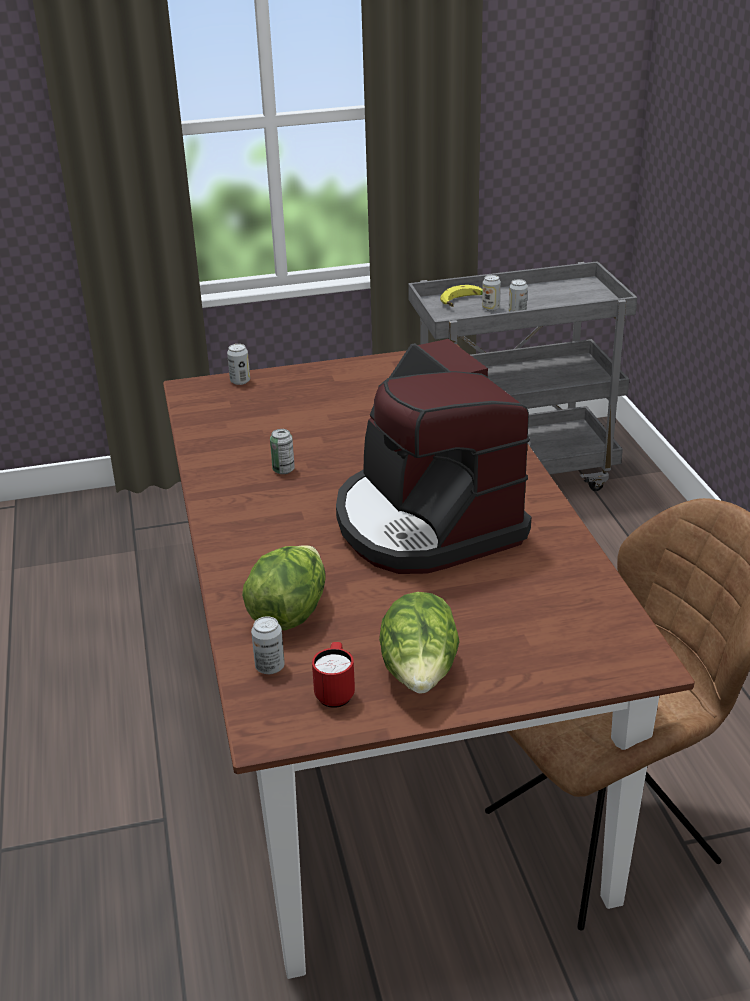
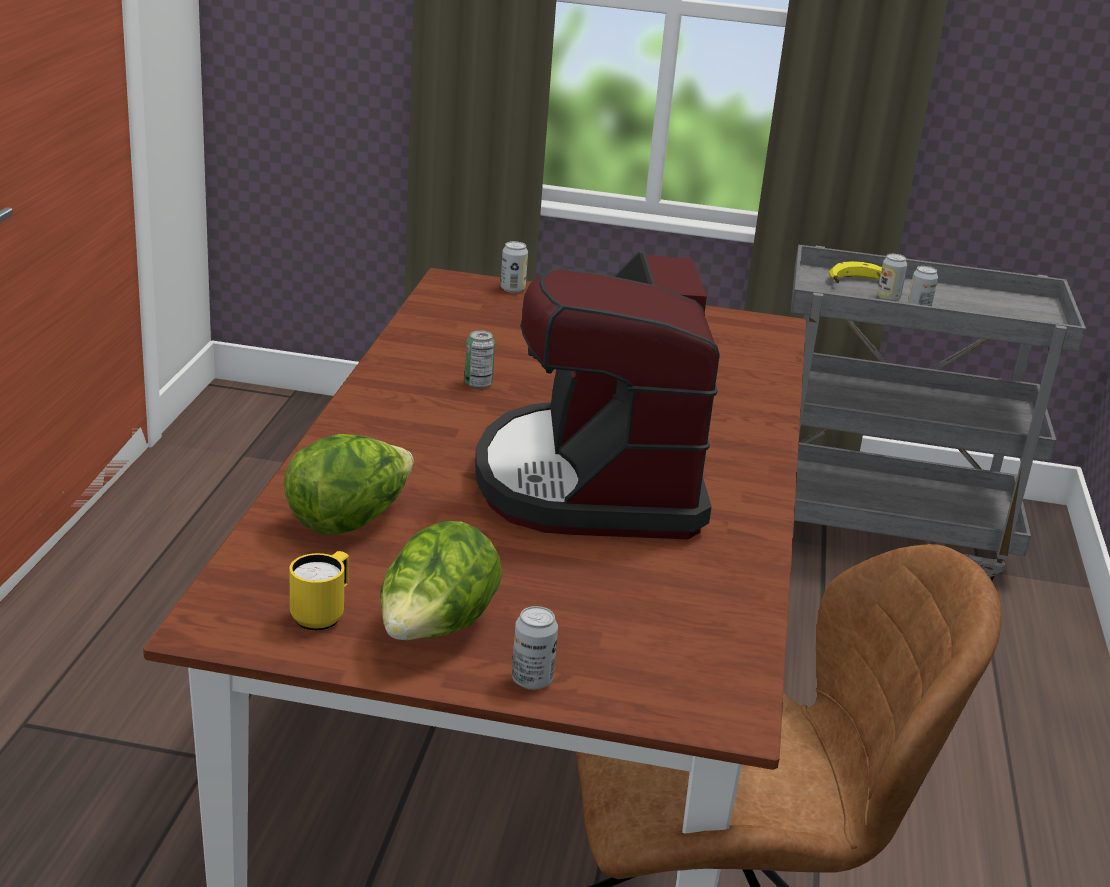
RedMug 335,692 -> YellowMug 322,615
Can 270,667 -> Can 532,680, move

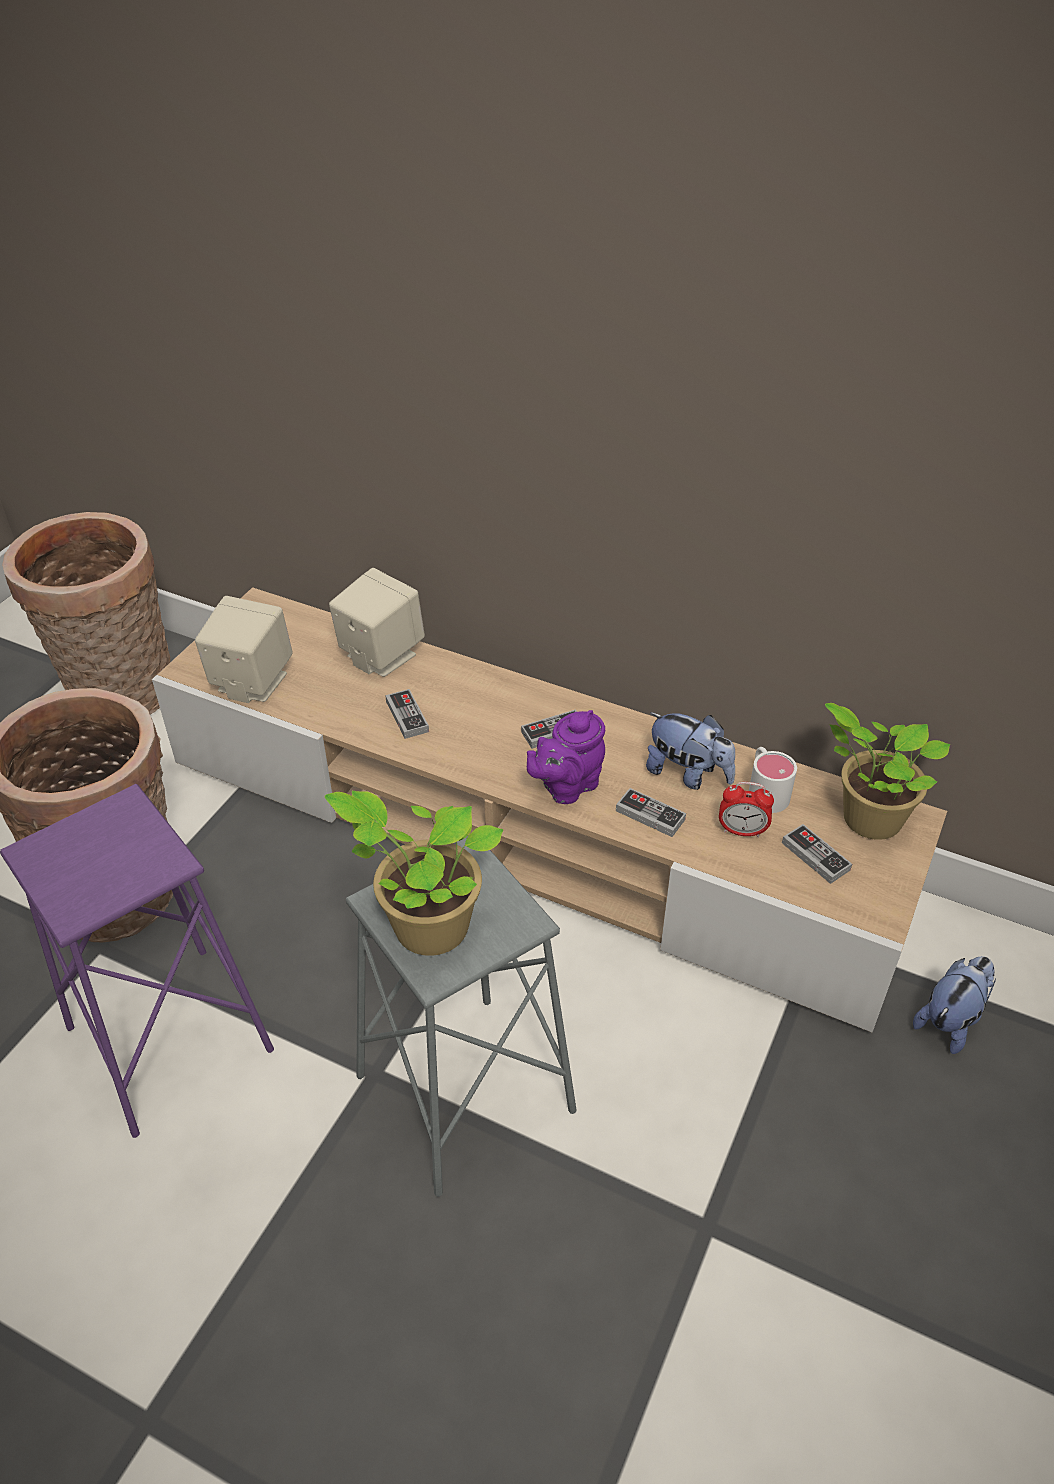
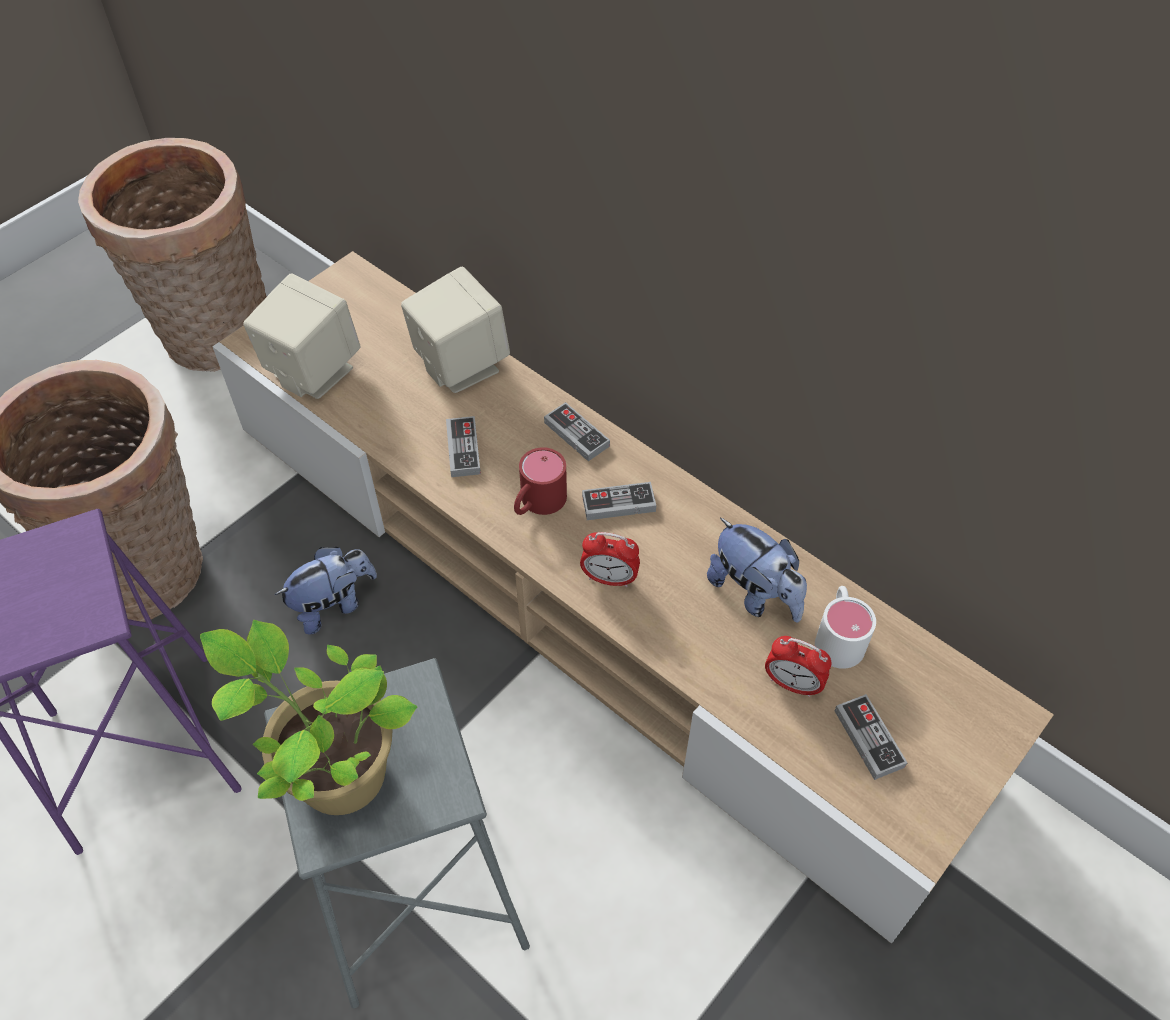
PlushToy 950,1020 -> PlushToy 333,604, move
none -> RedMug 537,503
GameController 650,815 -> GameController 576,434, move
PurpleTeapot 566,786 -> AlarmClock 609,578
PottedPlant 867,818 -> none

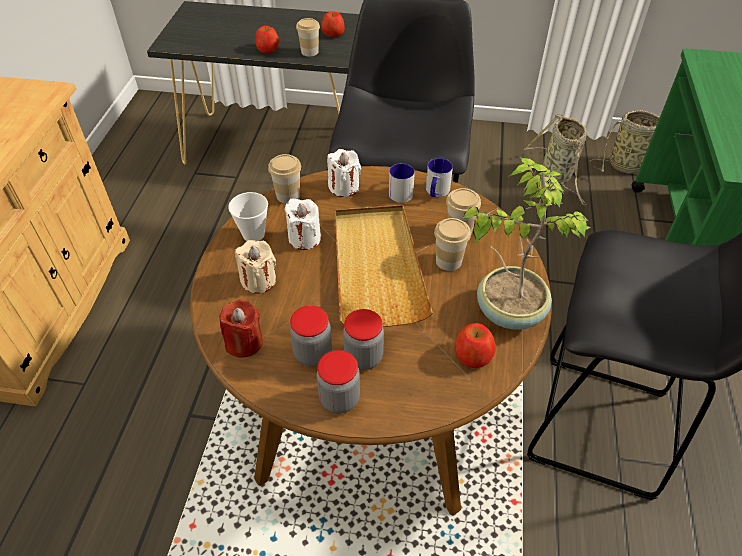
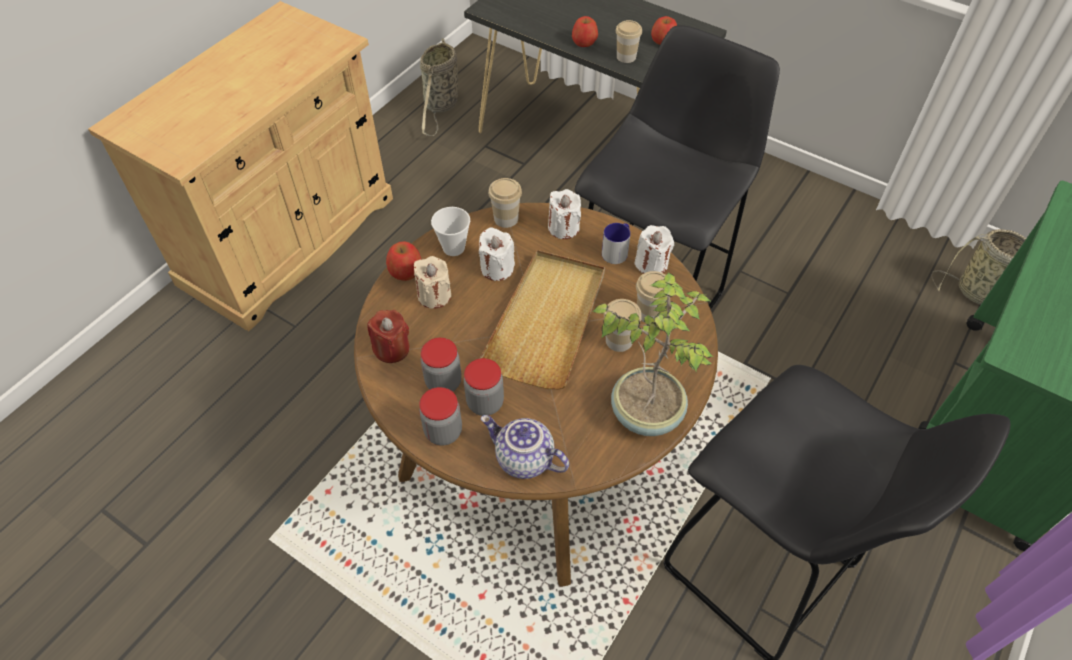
Apple 473,355 -> Apple 406,270, move
Basket 557,177 -> Basket 441,106, move
none -> Teapot 523,460
Mug 436,192 -> WhiteCandle 651,264

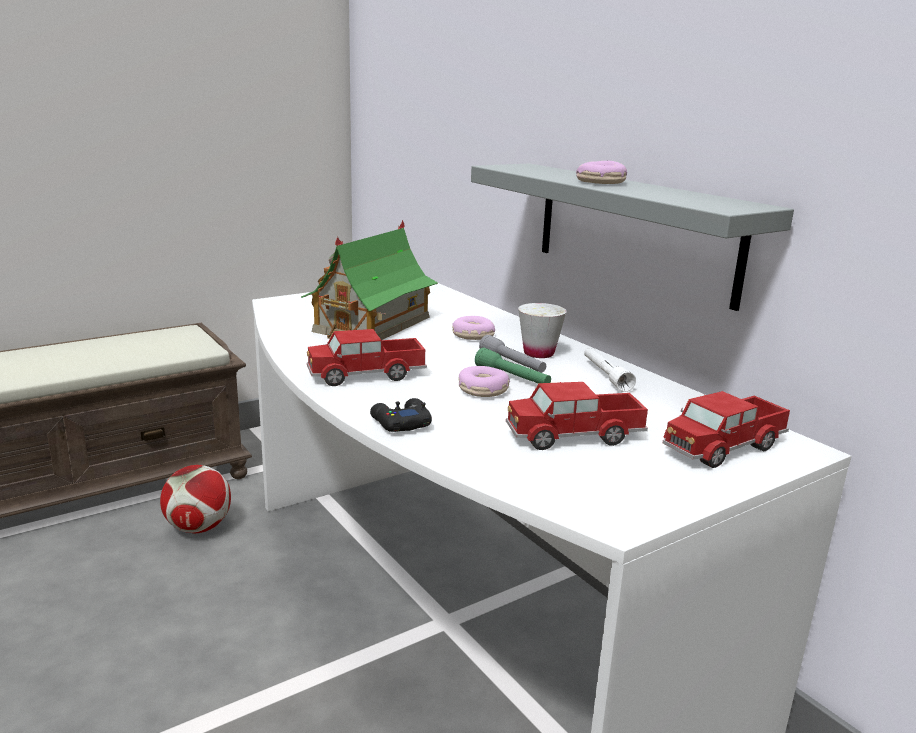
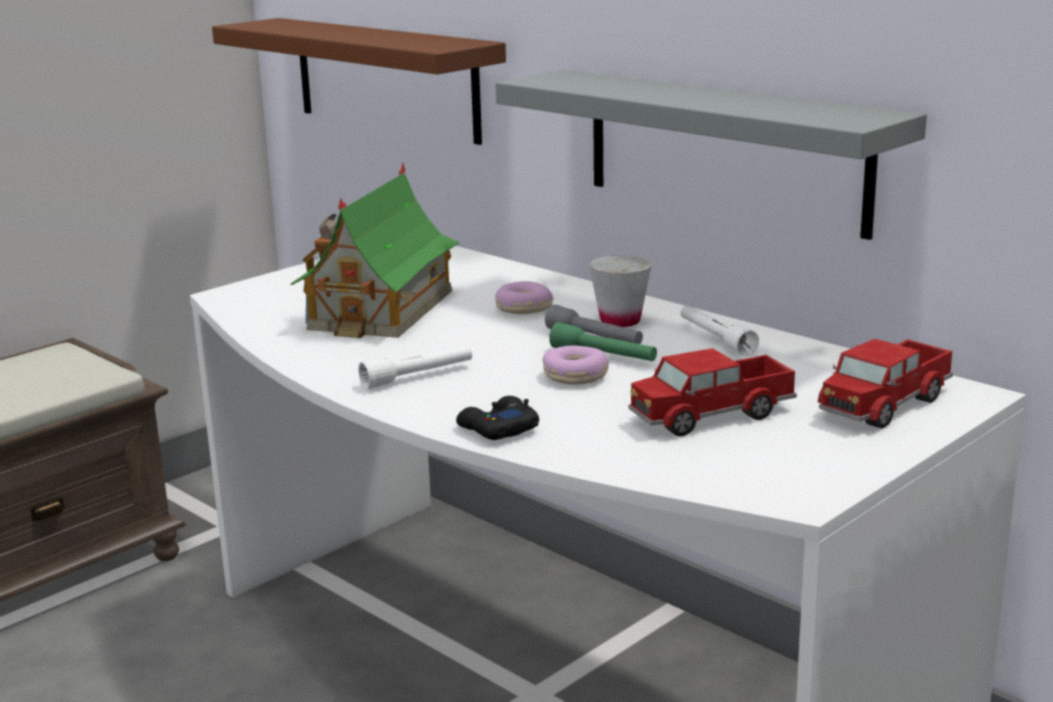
none -> BrownShelf 385,78
ToyTruck 366,375 -> WhiteFlashlight 418,377
Football 199,527 -> none
Donut 601,182 -> none

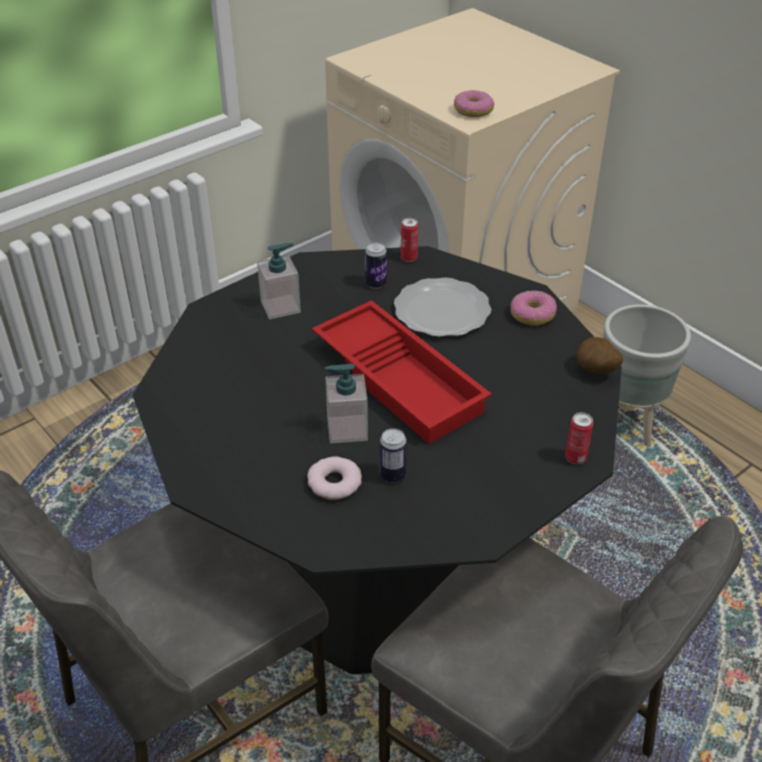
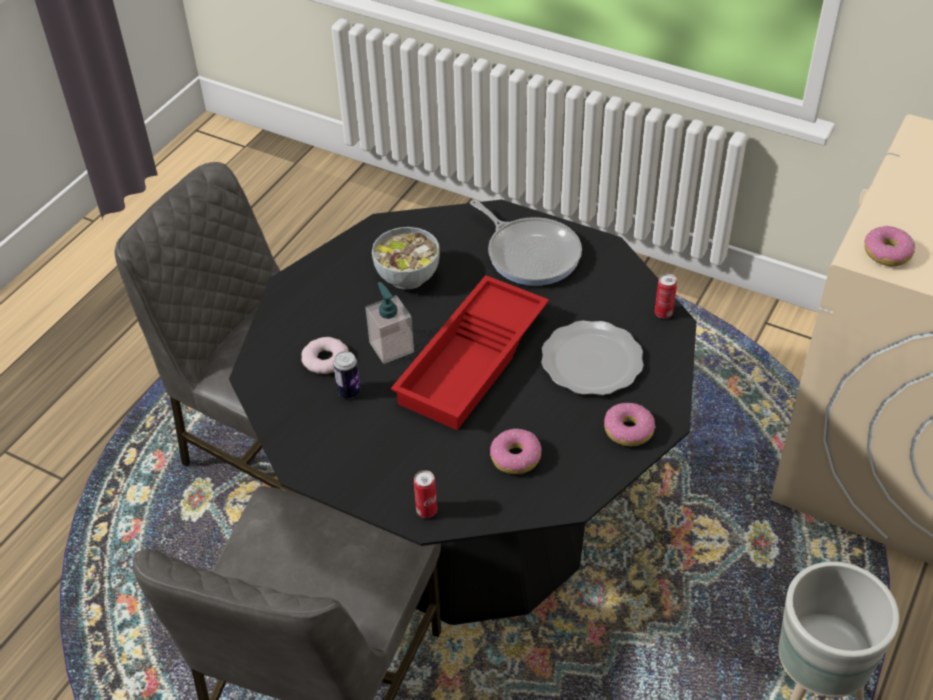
none -> Bowl 407,277
SoapDispenser 281,307 -> FryingPan 530,253
none -> Donut 515,457
Can 376,284 -> none
Potato 595,372 -> none

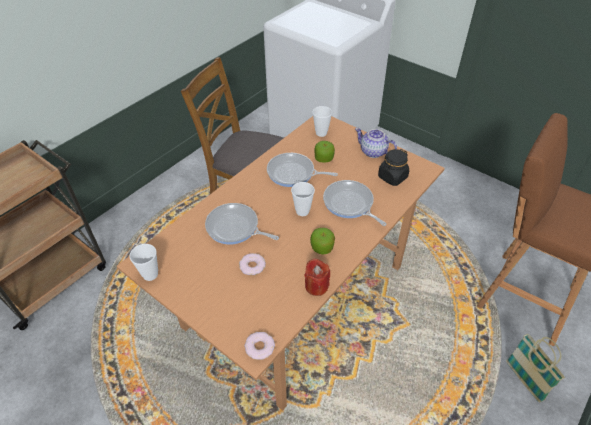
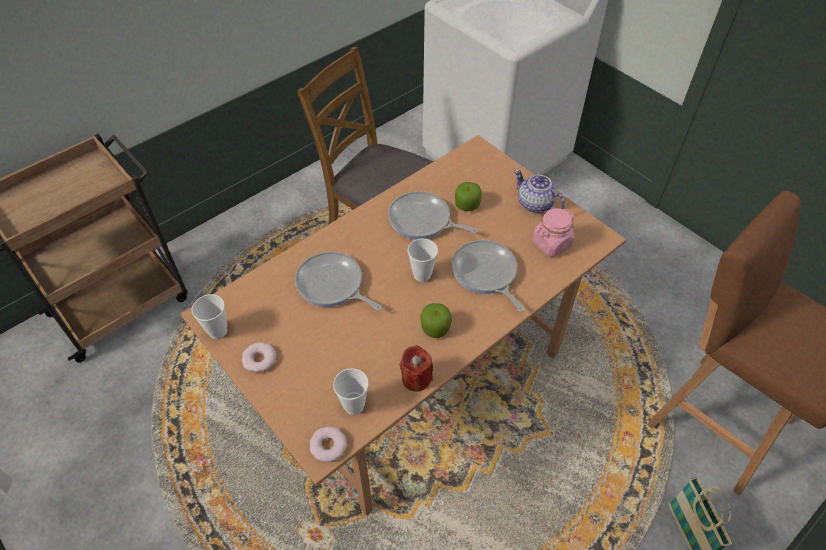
Donut 252,266 -> Donut 259,359, move
Cup 321,133 -> Cup 354,405, move
BlackJar 392,177 -> PinkJar 551,244

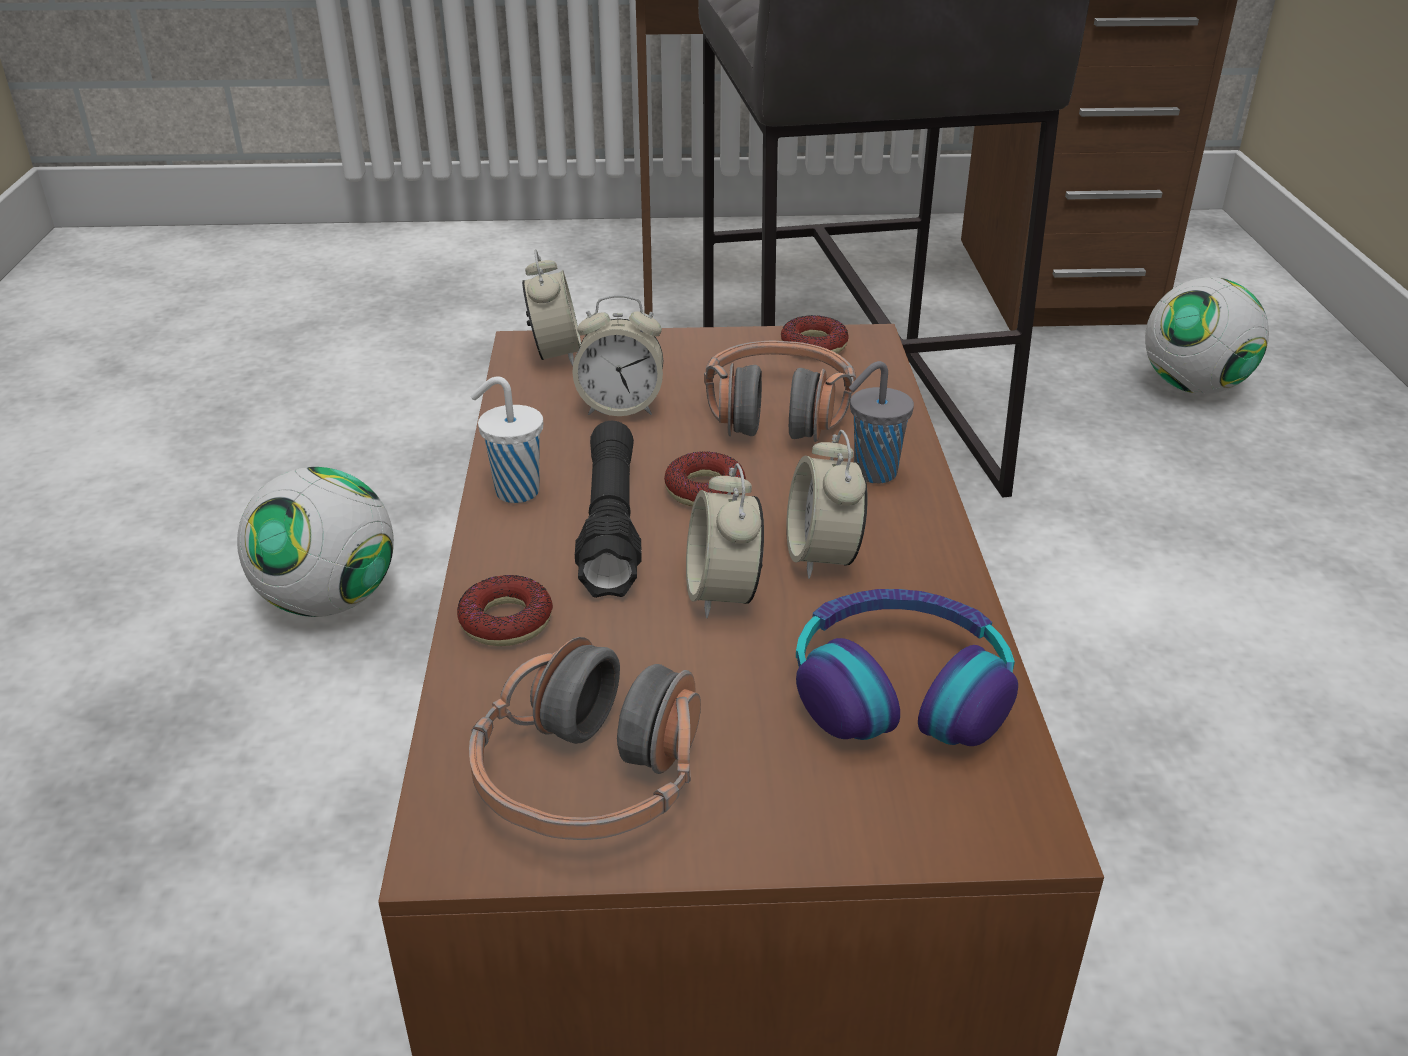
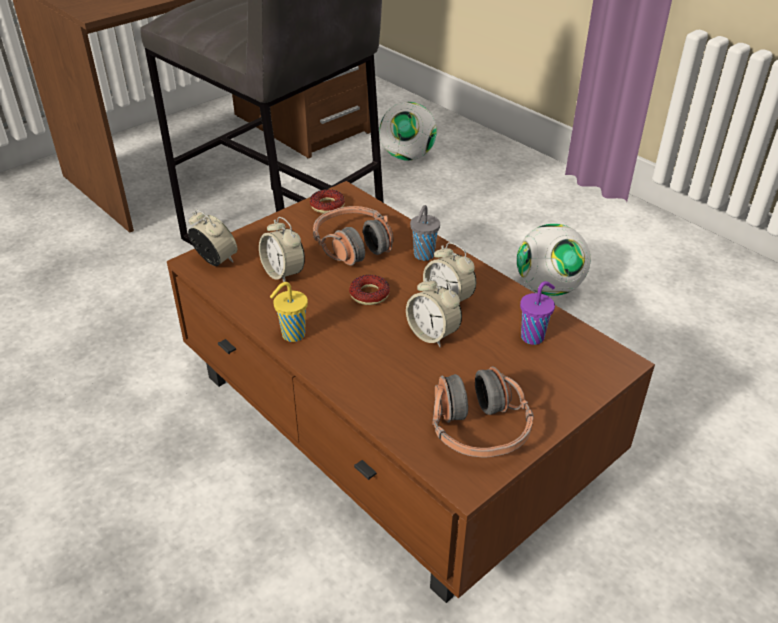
AlarmClock 620,407 -> AlarmClock 283,273, 90 degrees clockwise
WhiteCup 514,492 -> YellowCup 292,335
Football 329,601 -> Football 548,288, move
Headphones 900,689 -> PurpleCup 533,337
Donut 506,621 -> none
BlackFlashlight 611,524 -> none

